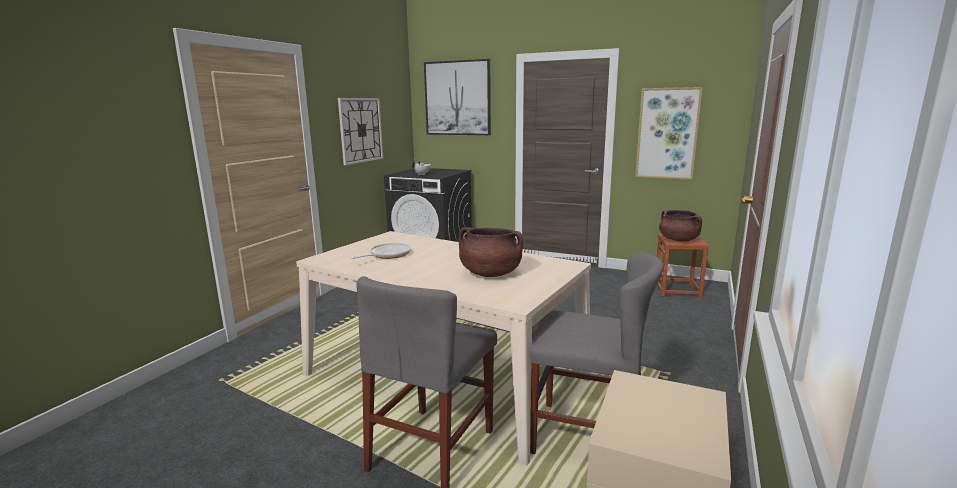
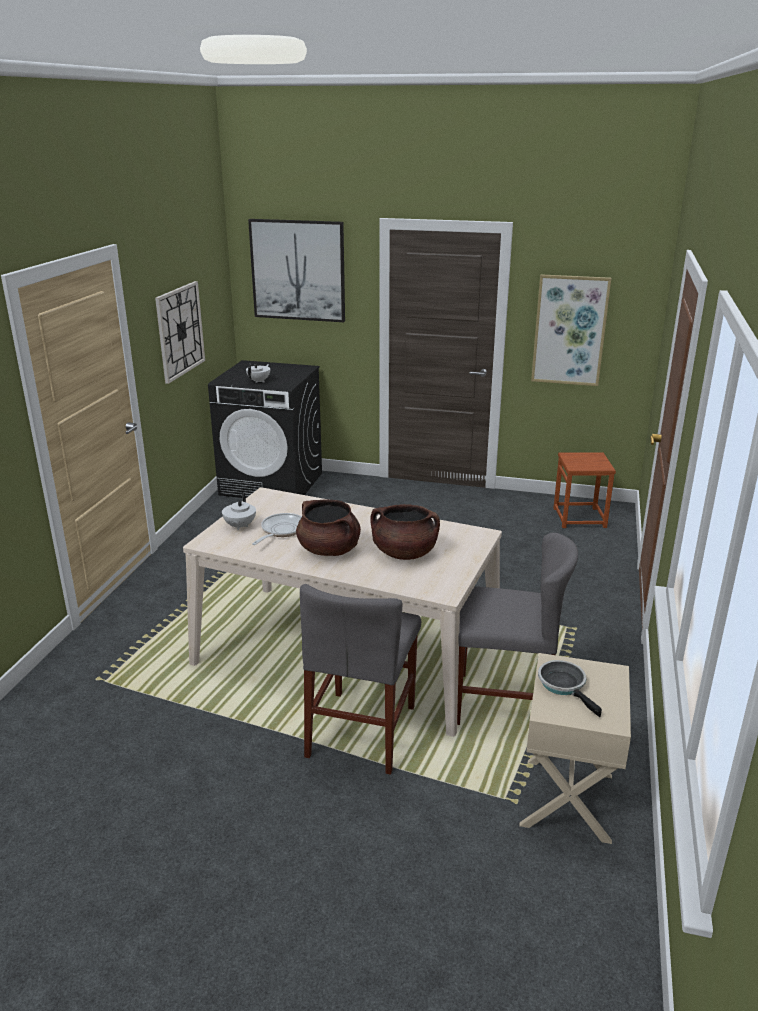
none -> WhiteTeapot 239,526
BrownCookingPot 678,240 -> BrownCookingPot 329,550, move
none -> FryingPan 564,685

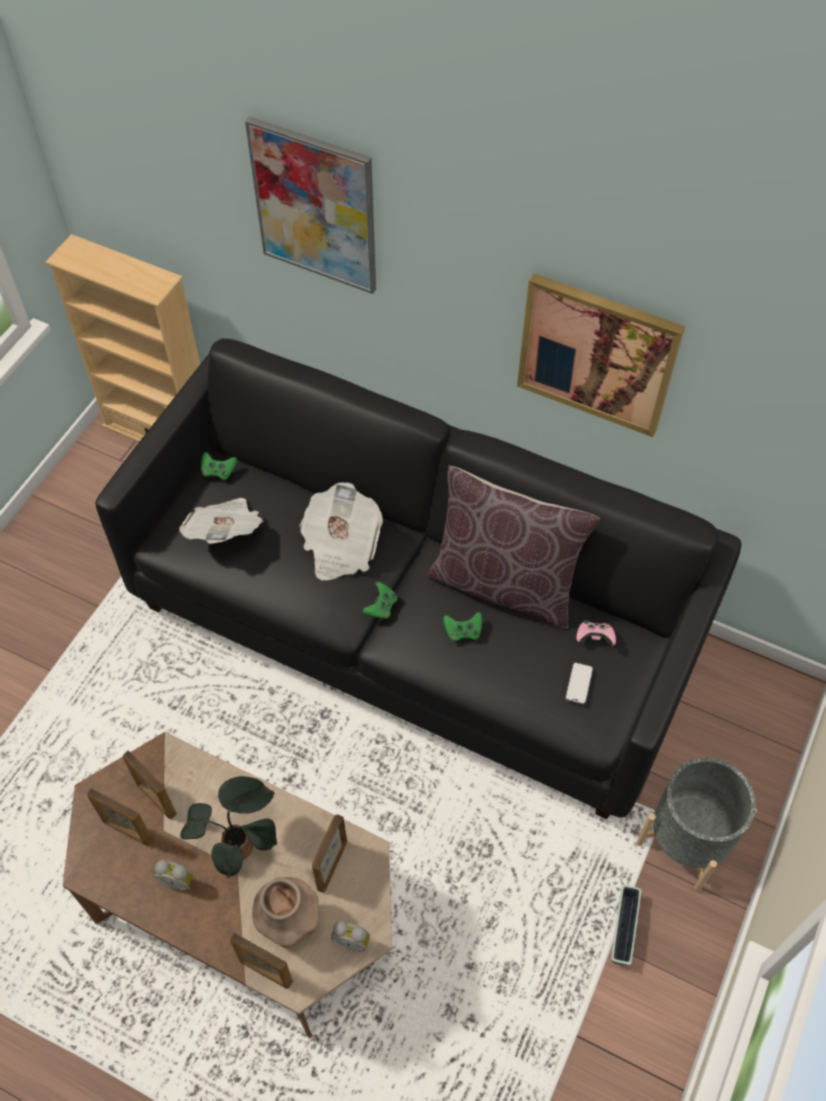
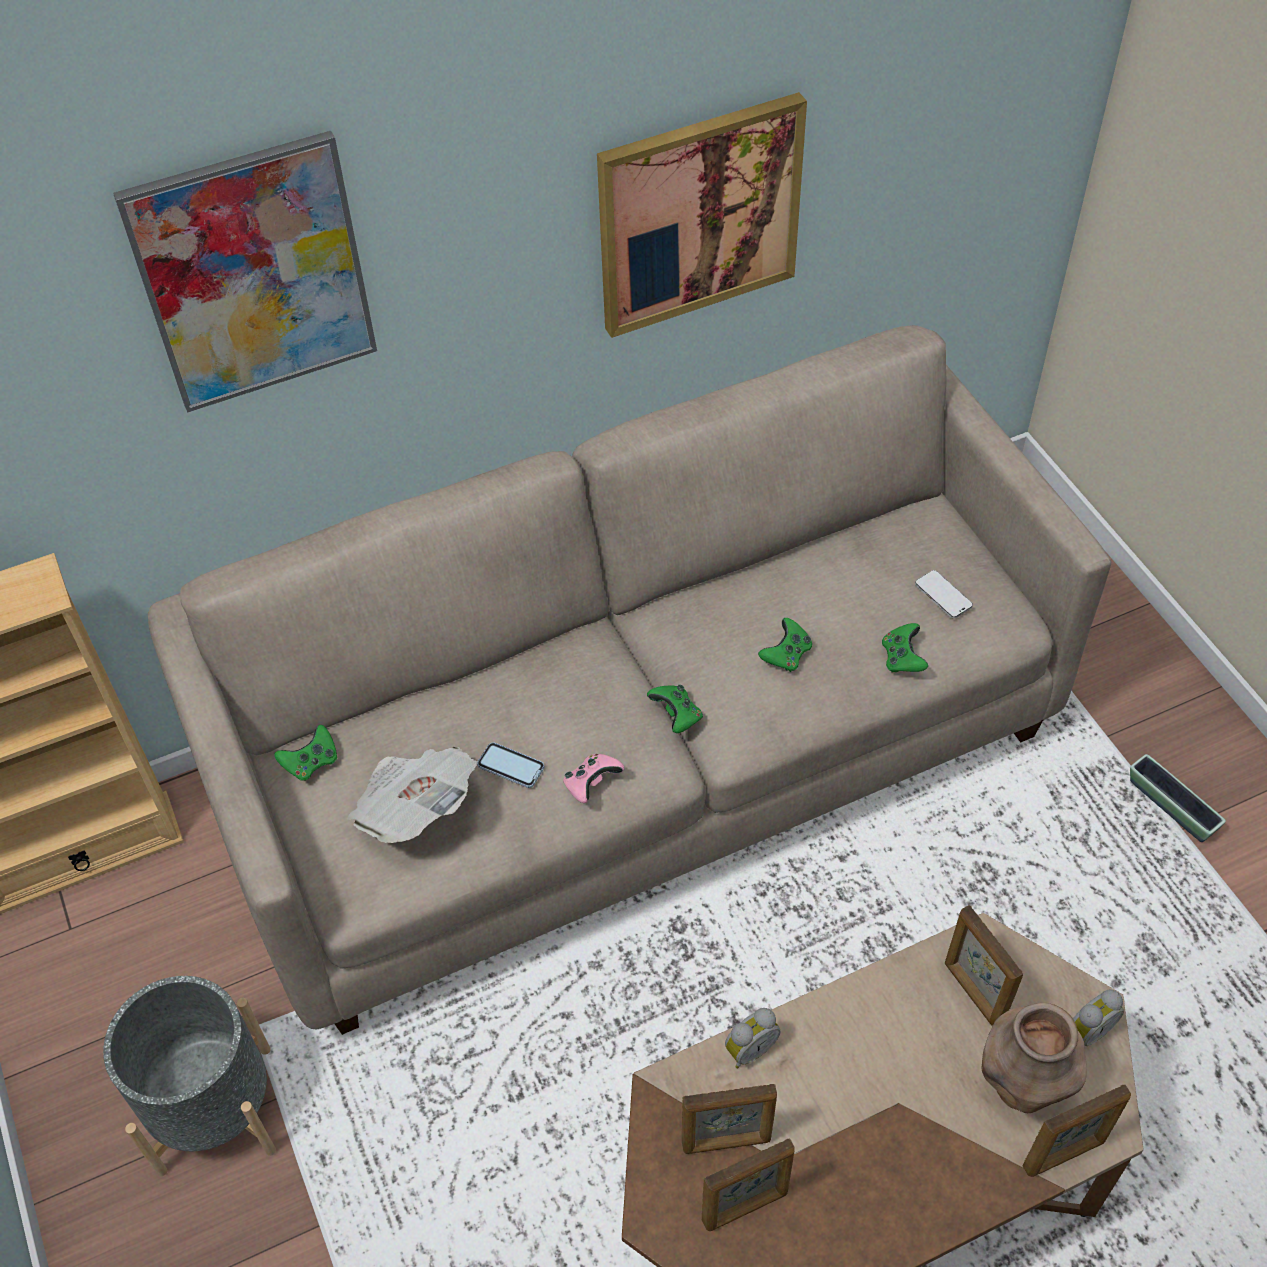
GreyPlanter 687,839 -> GreyPlanter 215,1109, move
BlackSofa 414,624 -> BeigeSofa 639,755
none -> Phone 511,766
PinkGameController 594,638 -> PinkGameController 591,784, move
AlarmClock 178,880 -> AlarmClock 749,1048, move
none -> GreenGameController 902,658
PottedPlant 241,846 -> none
Newspaper 340,546 -> none
BrownPillow 504,584 -> none

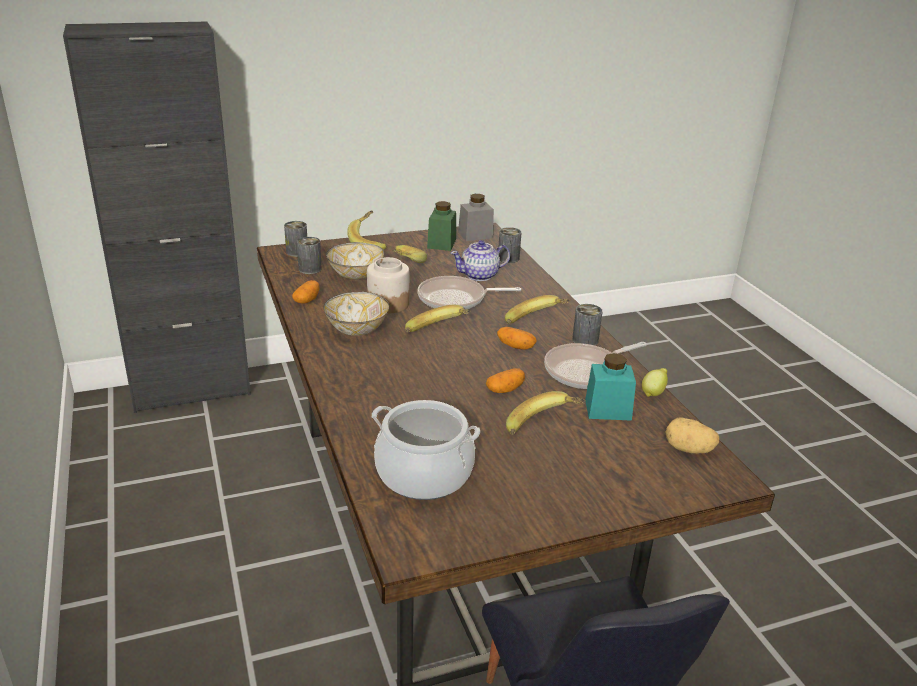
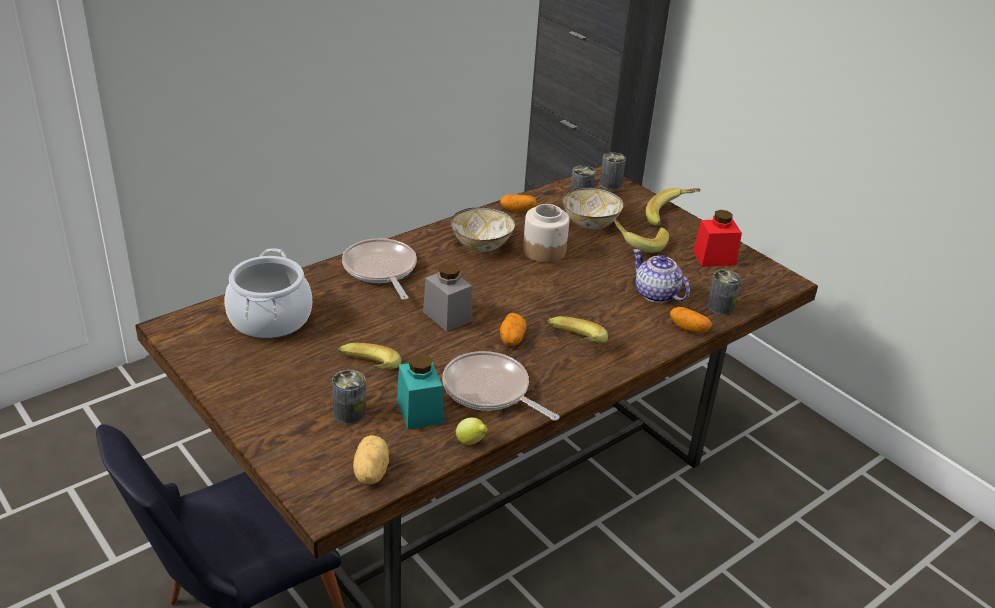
Can 585,340 -> Can 349,413, move
FryingPan 456,299 -> FryingPan 381,270, move
GreyJar 475,235 -> GreyJar 447,316, move
Potato 505,390 -> Potato 688,328, move
GreenJar 441,243 -> RedJar 714,258
Banana 439,333 -> none

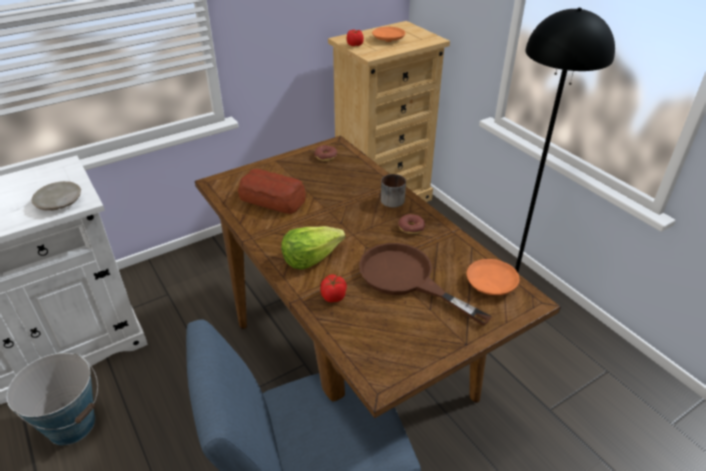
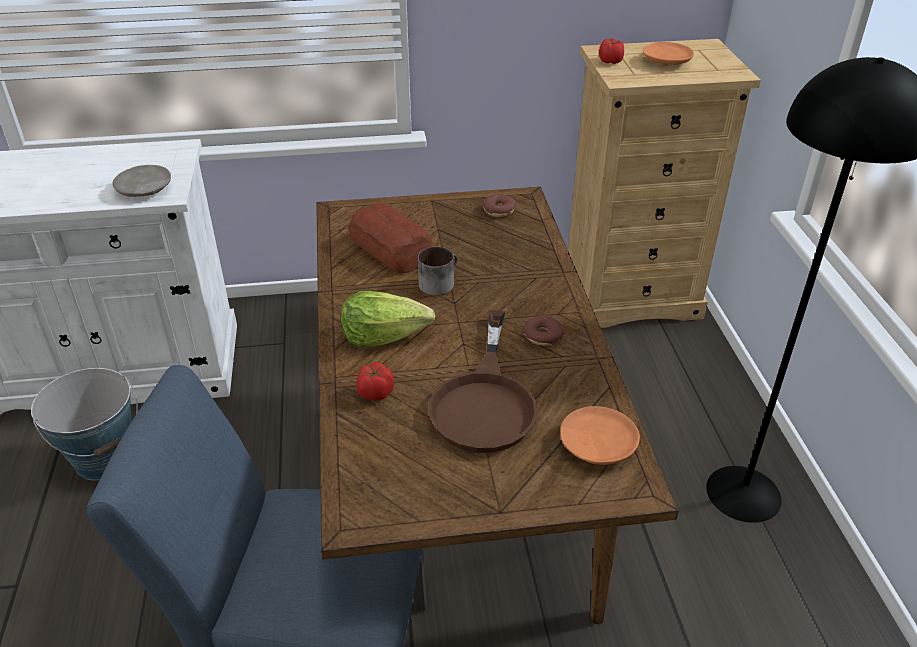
Mug 392,198 -> Mug 438,282, move
BrownFryingPan 406,279 -> BrownFryingPan 485,401, 150 degrees counterclockwise

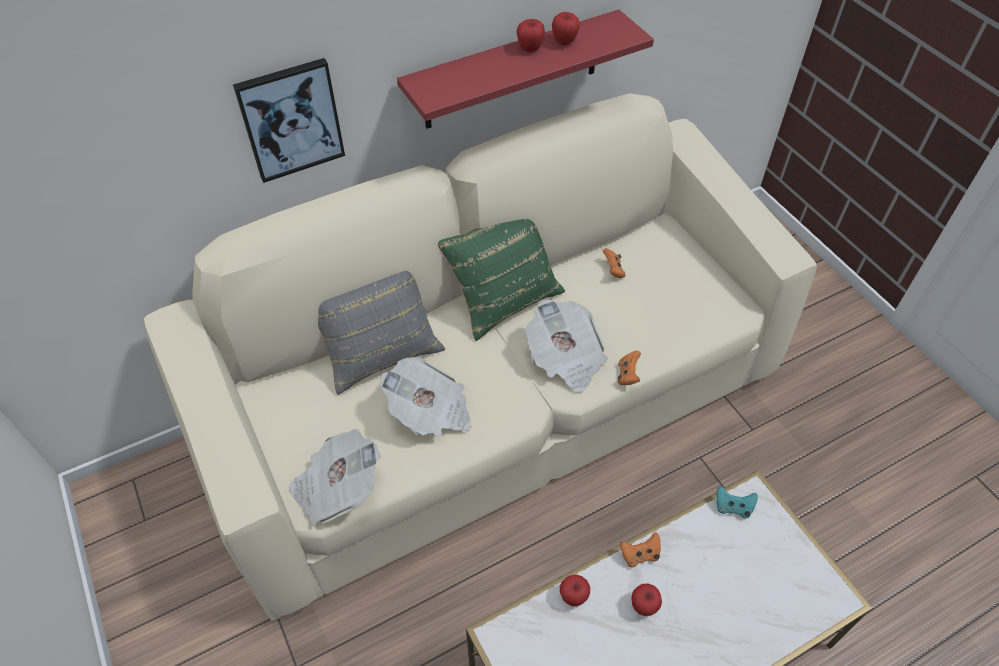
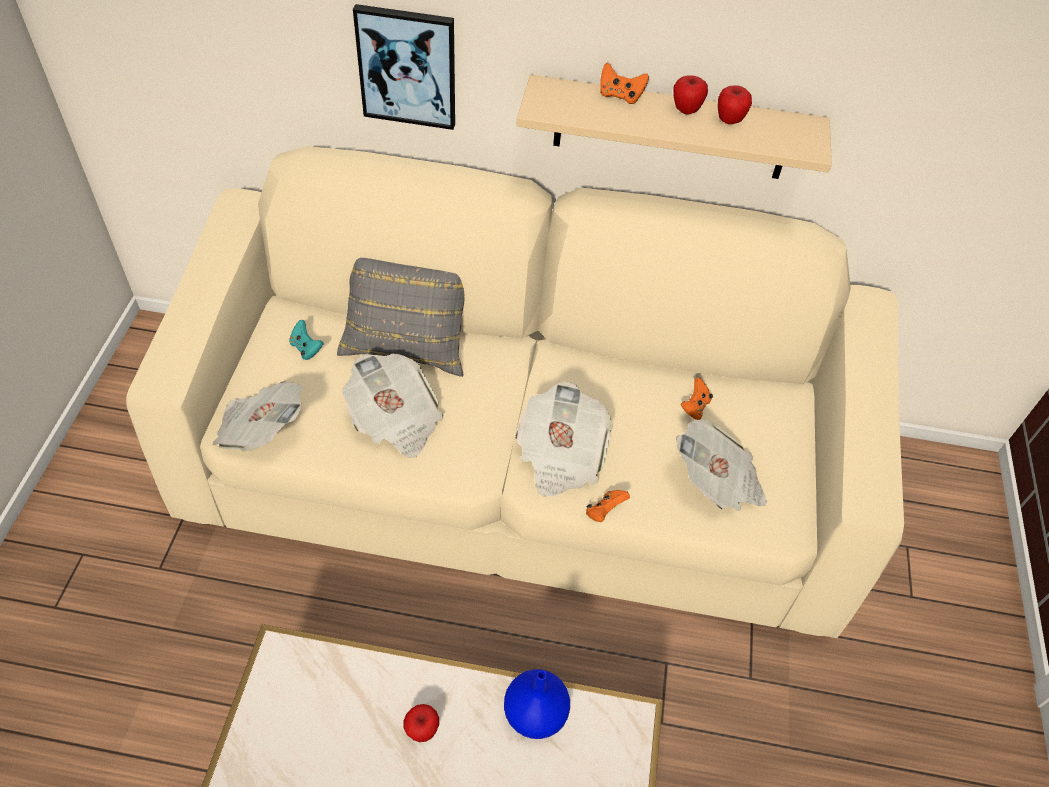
TurquoiseGameController 733,507 -> TurquoiseGameController 306,348, move
none -> BlueVase 534,716
RedShelf 512,71 -> BeigeShelf 671,129
OrangeGameController 640,555 -> OrangeGameController 620,96, move
none -> Newspaper 717,482
GreenPillow 503,298 -> none
Apple 573,597 -> none

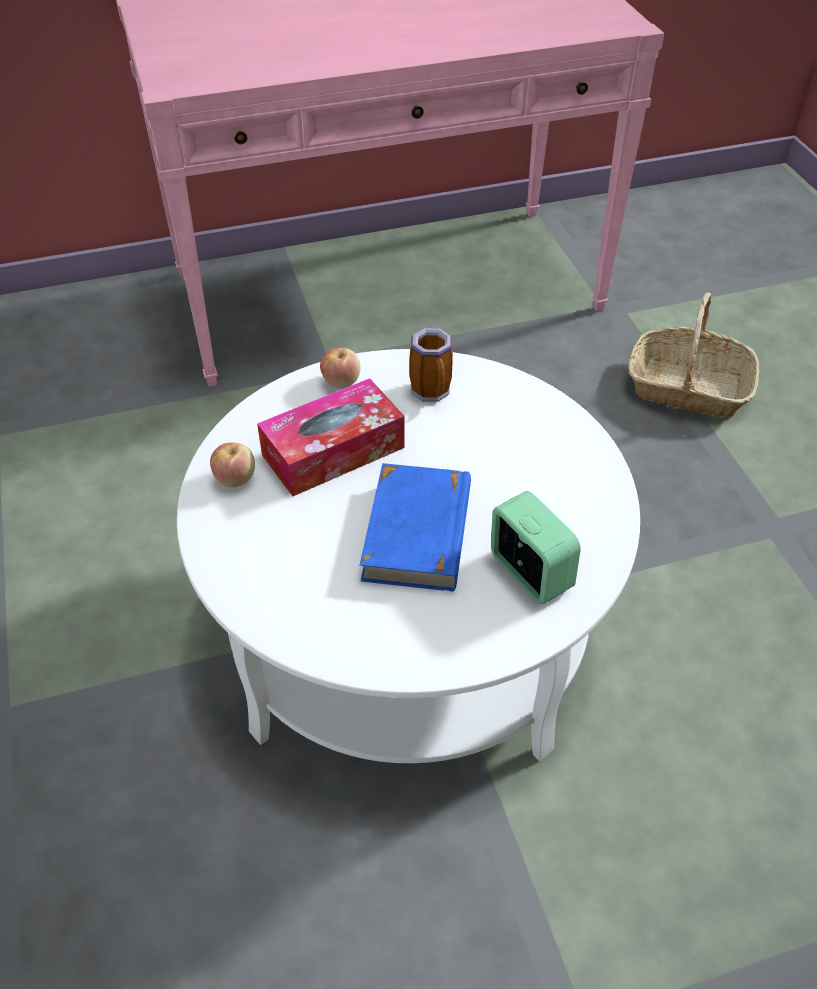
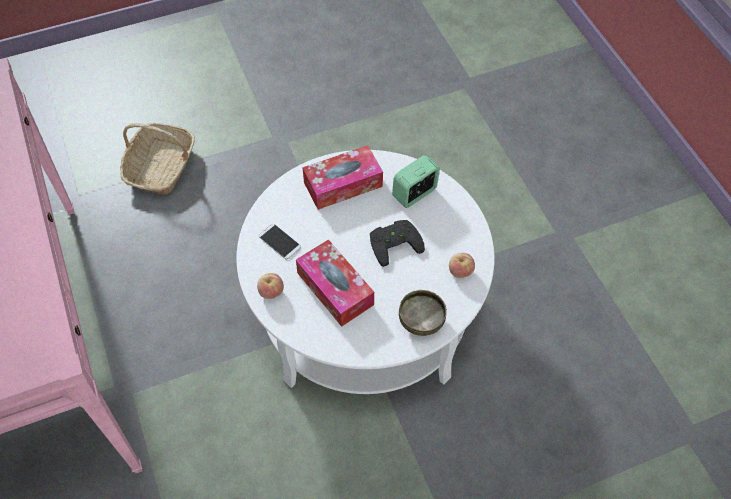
Mug 433,392 -> Phone 279,242
none -> TissueBox 343,184
BlueBook 418,532 -> BlackGameController 394,242
none -> Bowl 420,321
Apple 235,478 -> Apple 460,271, move

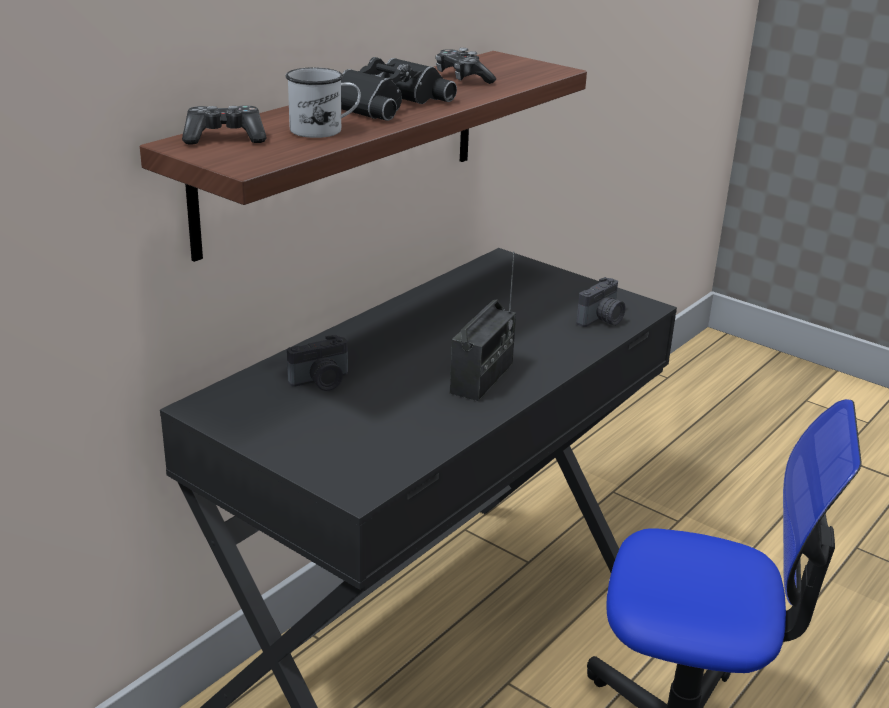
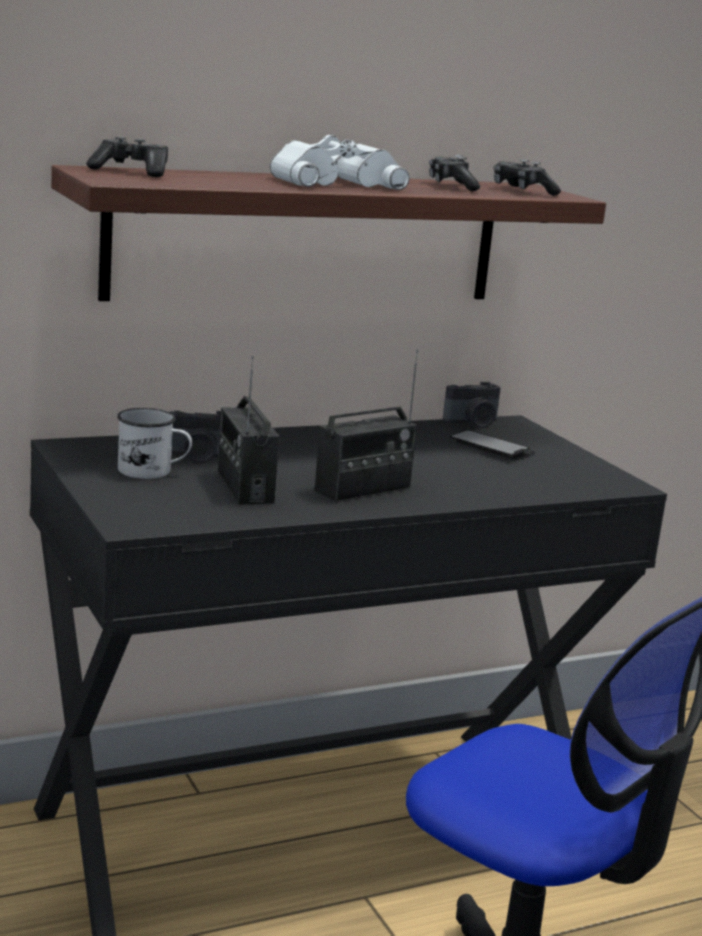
WhiteMug 324,130 -> WhiteMug 153,472, move
none -> Radio 244,487
BlackBinoculars 384,102 -> WhiteBinoculars 333,182
PhotoCamera 602,320 -> PhotoCamera 473,422, move
none -> Phone 491,448
none -> GameController 522,191

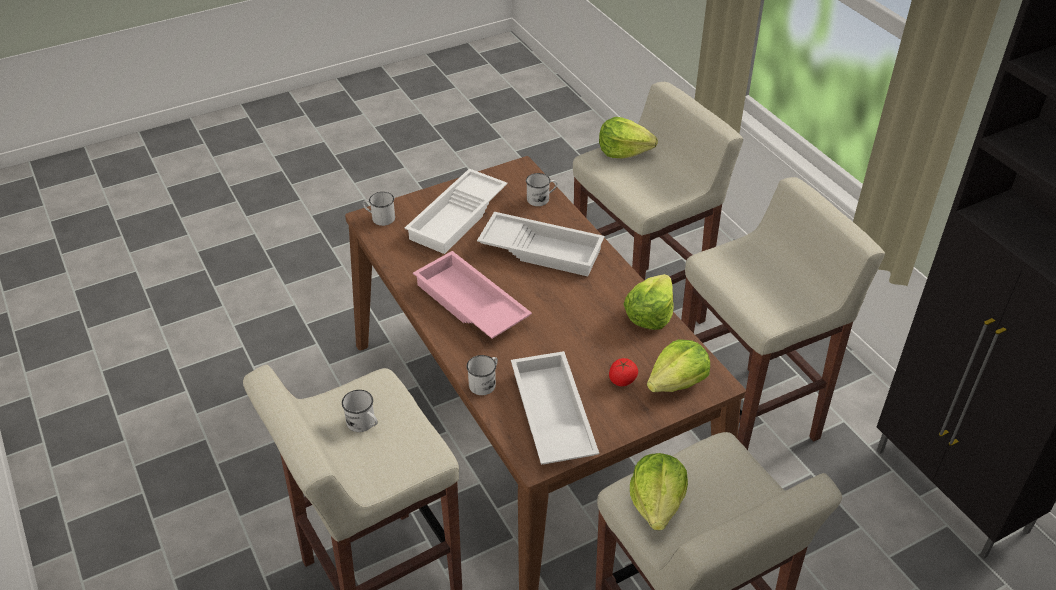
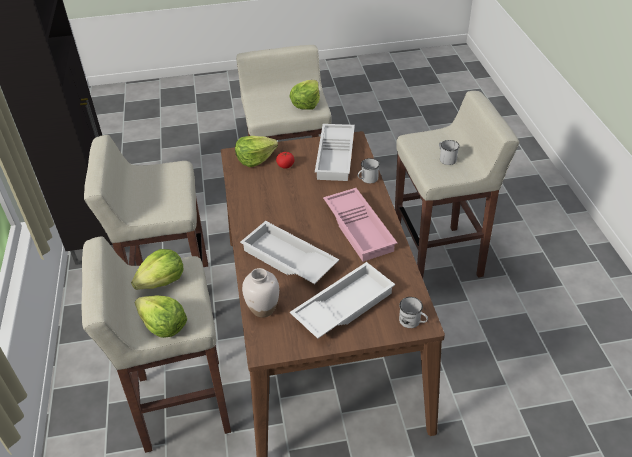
Lettuce 649,314 -> Lettuce 162,281, move
WhiteMug 541,199 -> WhiteVase 263,309

